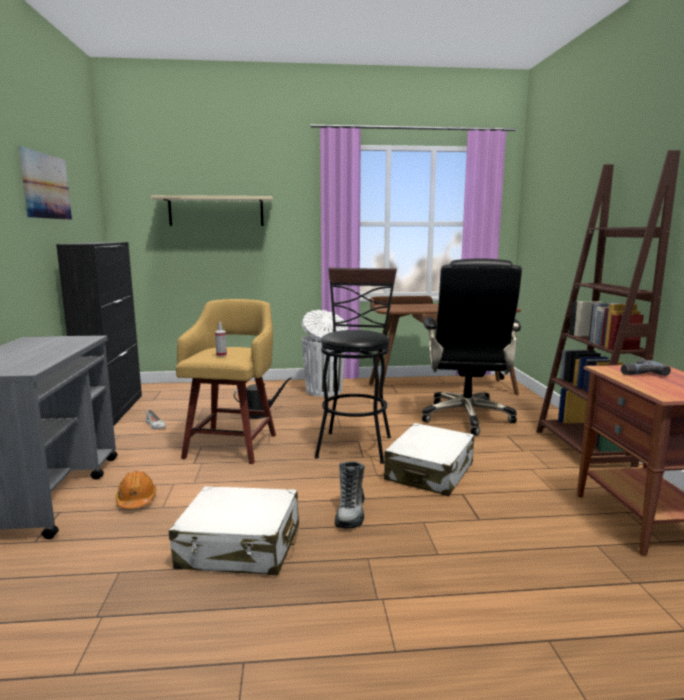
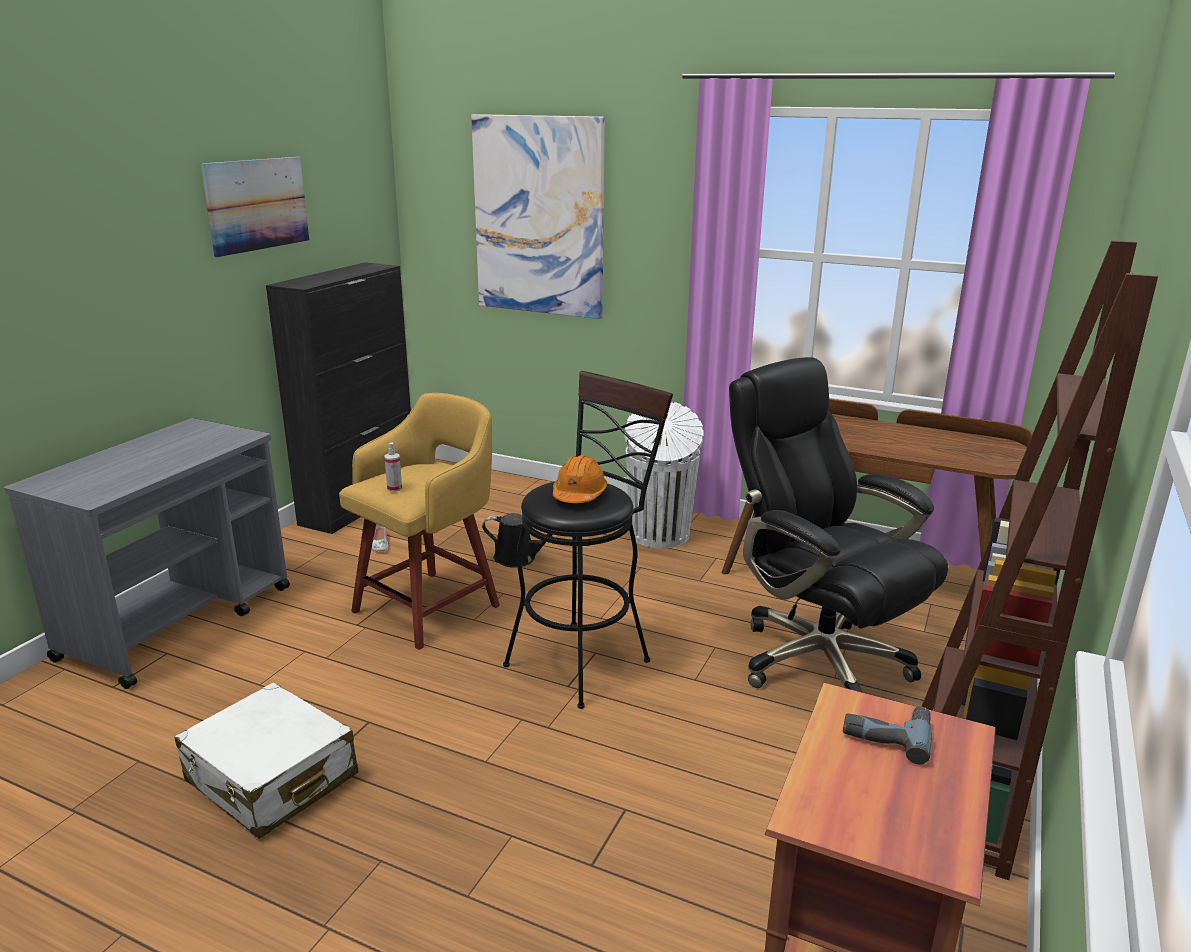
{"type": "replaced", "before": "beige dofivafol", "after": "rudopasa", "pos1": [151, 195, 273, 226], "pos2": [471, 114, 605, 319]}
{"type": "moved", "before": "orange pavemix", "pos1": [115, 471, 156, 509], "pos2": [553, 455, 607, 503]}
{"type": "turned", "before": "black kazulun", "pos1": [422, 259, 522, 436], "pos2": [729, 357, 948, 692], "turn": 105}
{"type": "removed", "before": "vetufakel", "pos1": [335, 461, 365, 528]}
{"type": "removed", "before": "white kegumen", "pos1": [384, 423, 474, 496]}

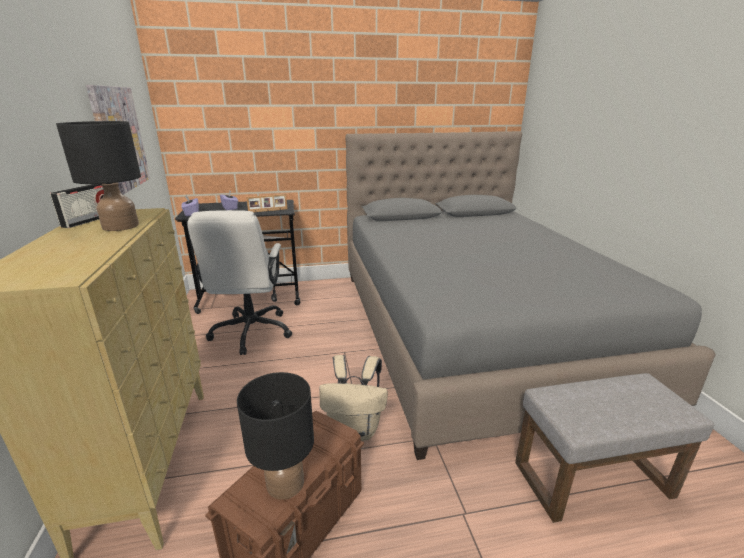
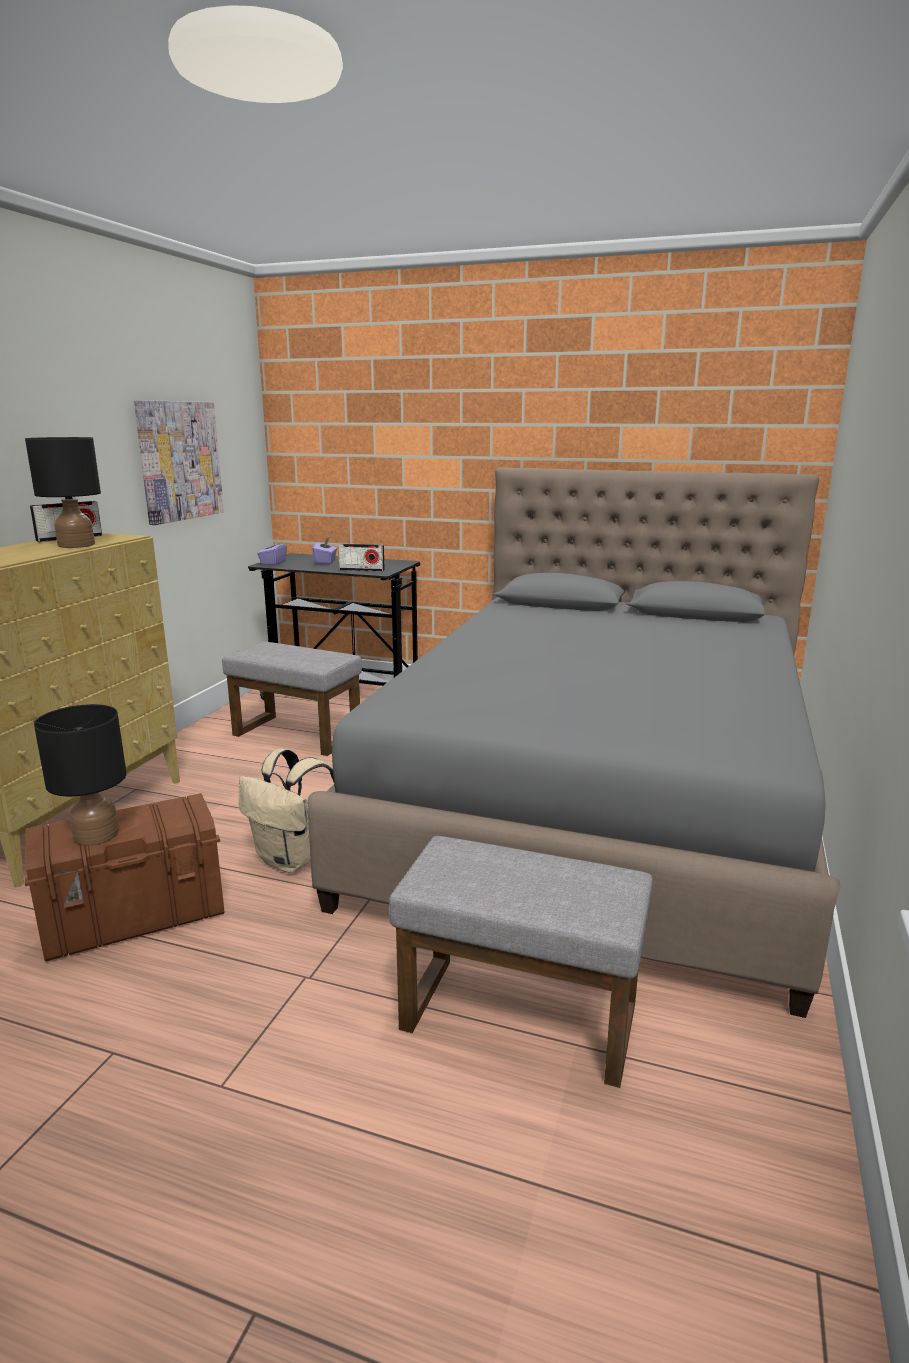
{"type": "replaced", "before": "white kazulun", "after": "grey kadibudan", "pos1": [187, 210, 292, 355], "pos2": [222, 642, 362, 756]}
{"type": "replaced", "before": "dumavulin", "after": "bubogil", "pos1": [246, 194, 287, 212], "pos2": [338, 544, 385, 572]}

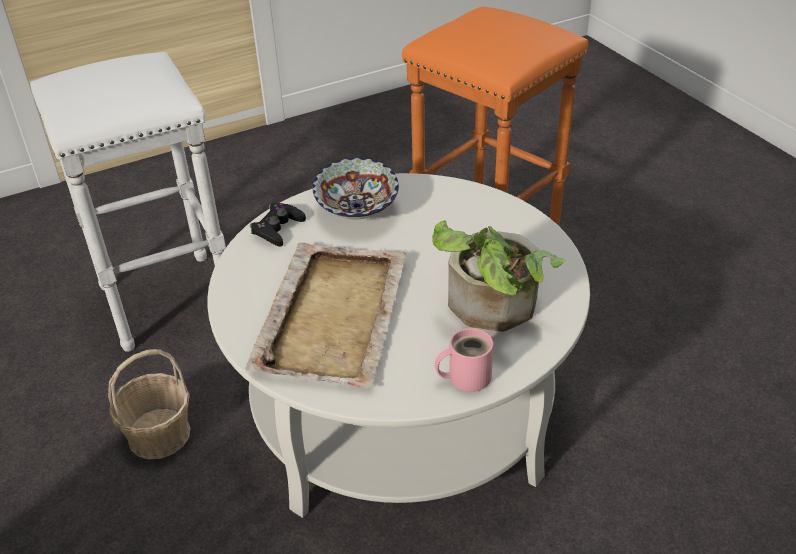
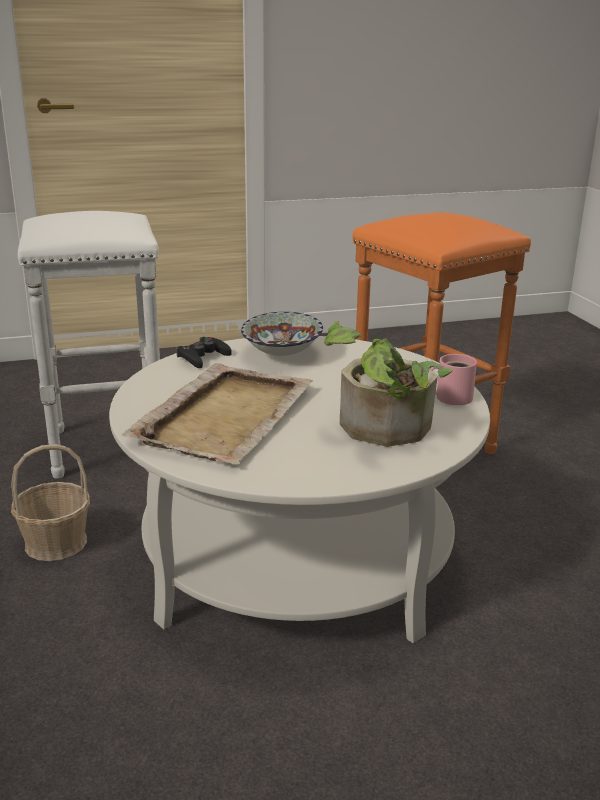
{"type": "moved", "before": "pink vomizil", "pos1": [435, 328, 493, 392], "pos2": [430, 354, 477, 405]}

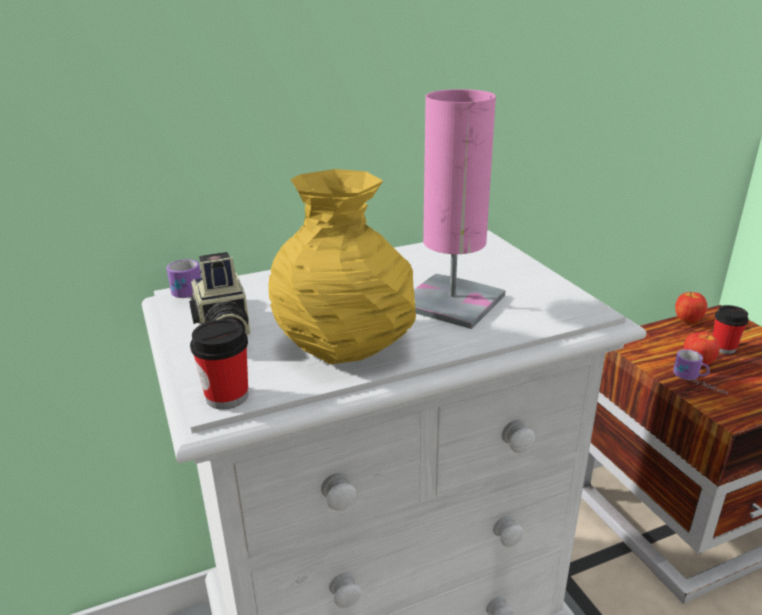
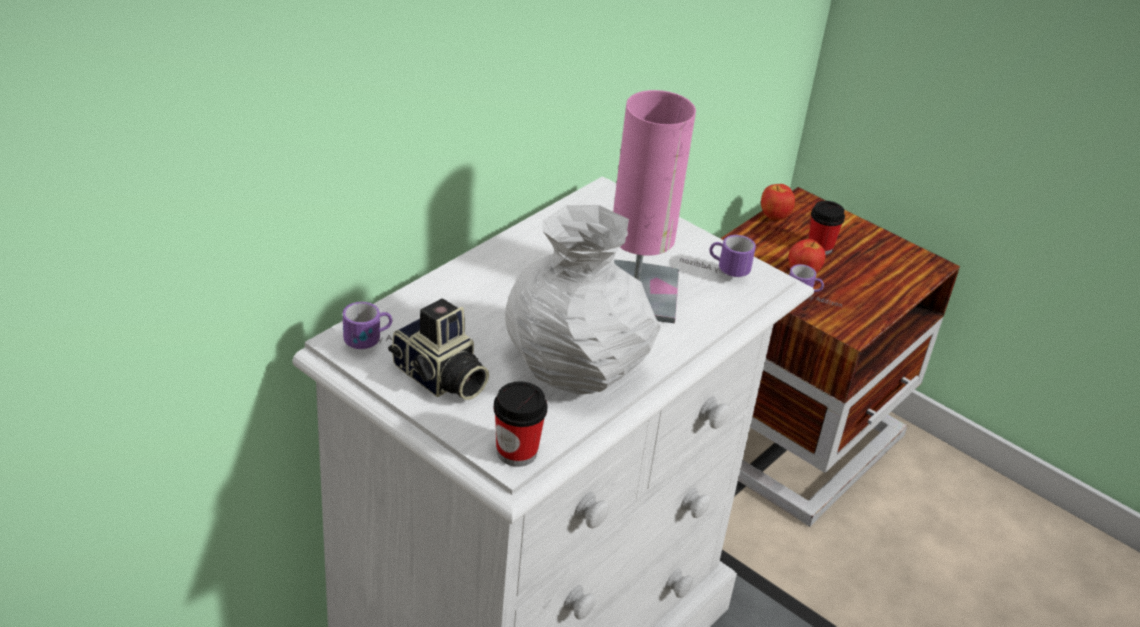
{"type": "recoloured", "before": "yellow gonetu", "after": "white gonetu", "pos1": [268, 169, 416, 364], "pos2": [505, 205, 660, 394]}
{"type": "added", "after": "vomizil", "pos2": [680, 235, 756, 277]}

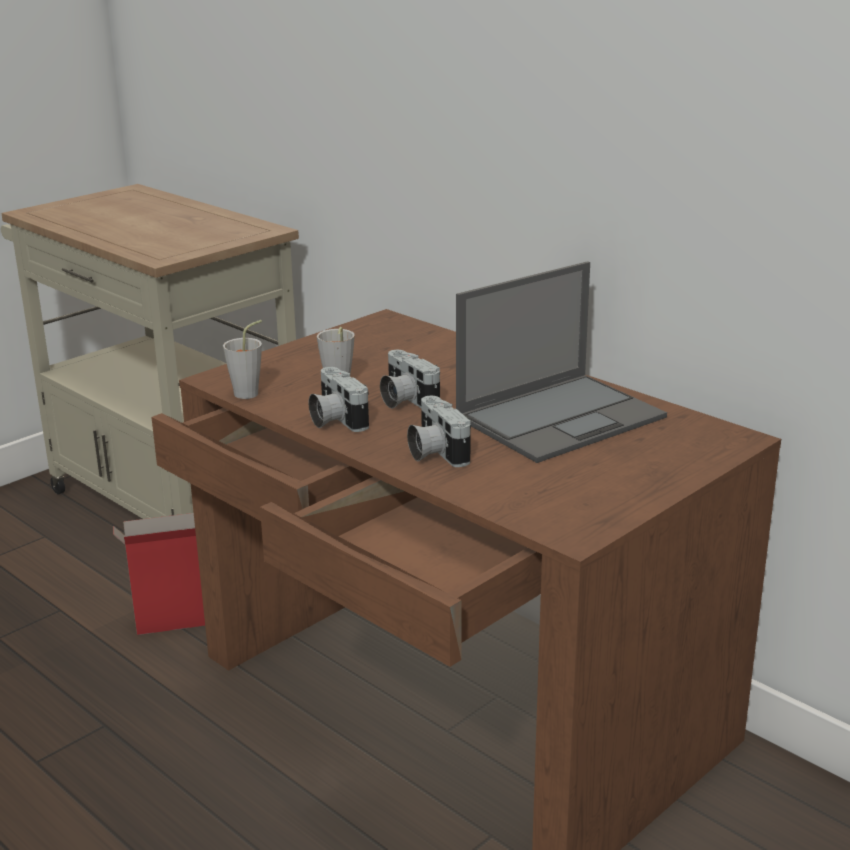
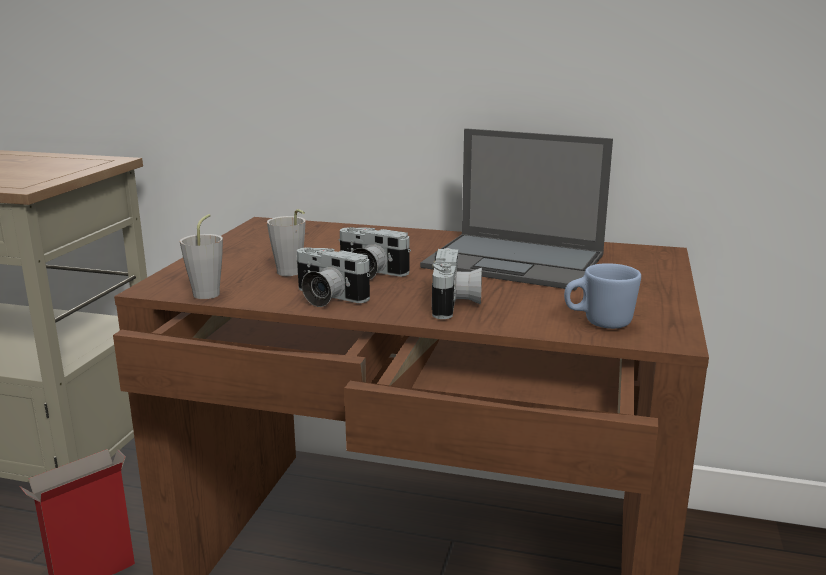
{"type": "turned", "before": "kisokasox", "pos1": [456, 261, 667, 463], "pos2": [420, 128, 613, 290], "turn": 90}
{"type": "turned", "before": "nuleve", "pos1": [407, 396, 471, 467], "pos2": [432, 248, 482, 319], "turn": -120}
{"type": "added", "after": "blue vomizil", "pos2": [564, 263, 641, 329]}

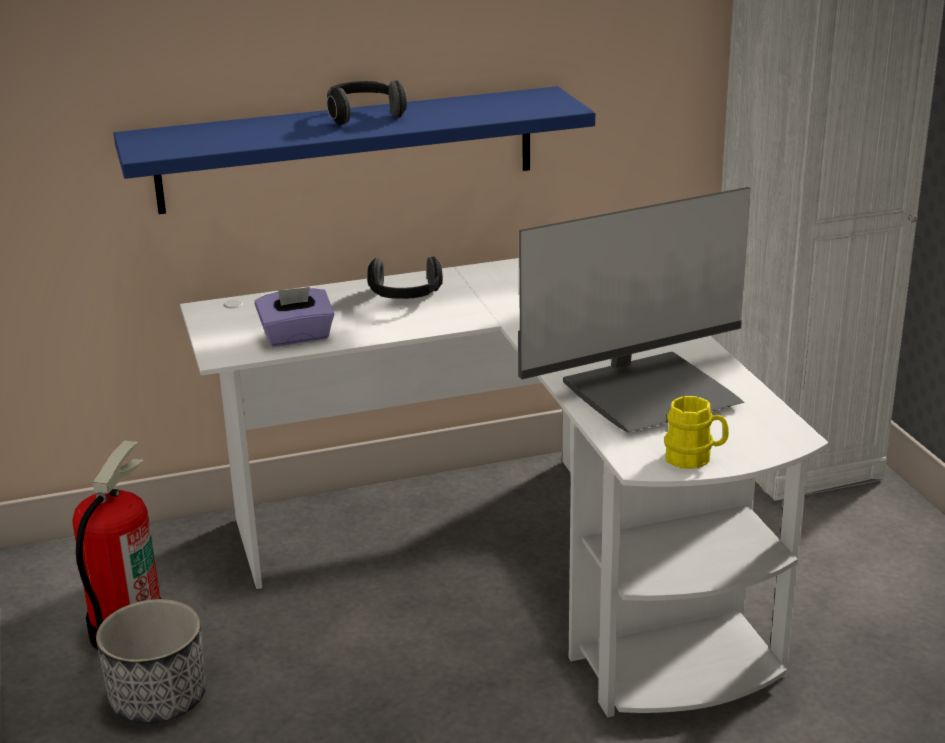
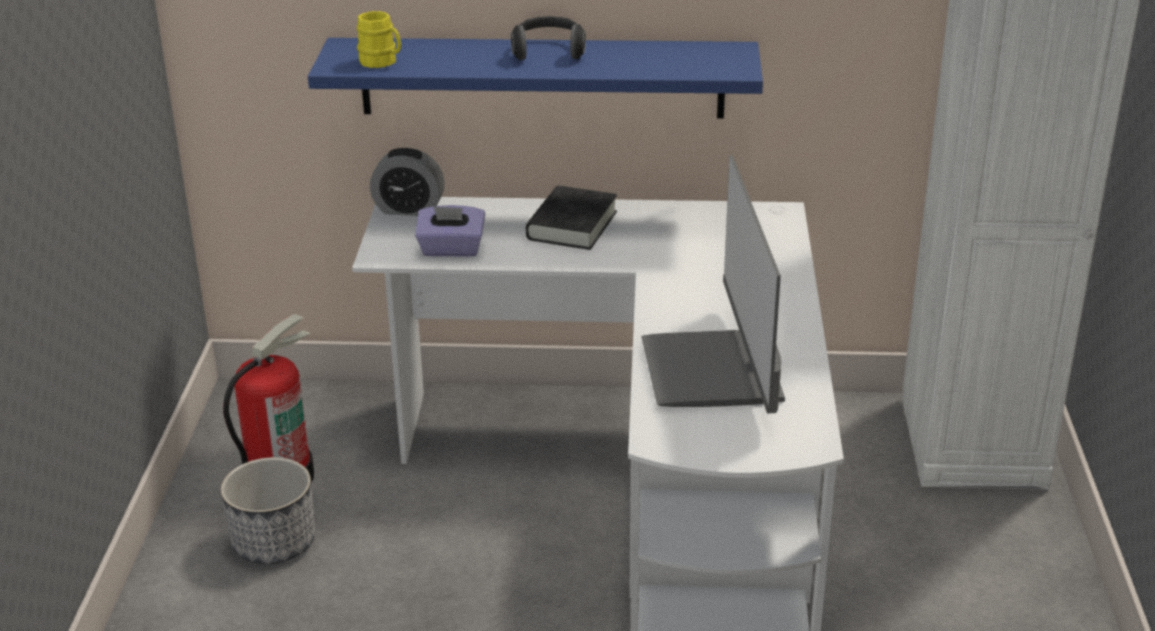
{"type": "moved", "before": "yellow vomizil", "pos1": [664, 396, 729, 469], "pos2": [357, 11, 401, 68]}
{"type": "added", "after": "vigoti", "pos2": [370, 148, 445, 216]}
{"type": "replaced", "before": "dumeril", "after": "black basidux", "pos1": [367, 256, 443, 299], "pos2": [526, 186, 617, 250]}
{"type": "turned", "before": "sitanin", "pos1": [518, 187, 750, 432], "pos2": [641, 155, 785, 414], "turn": 90}

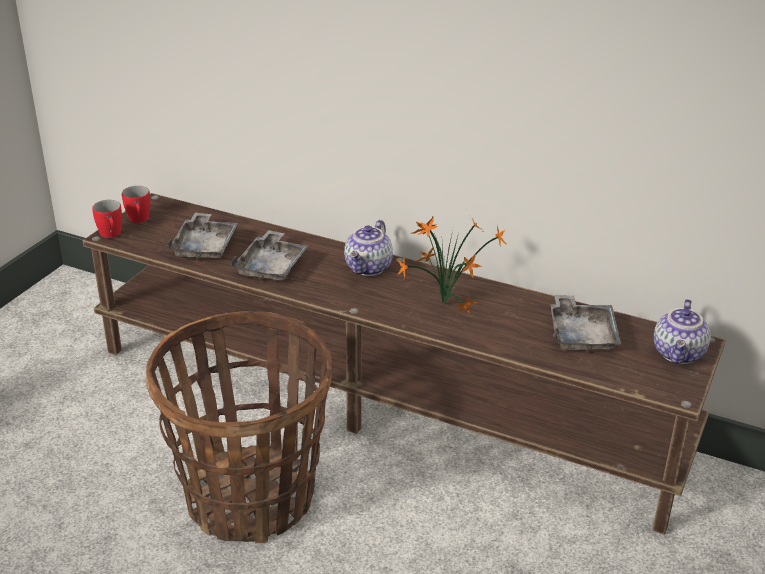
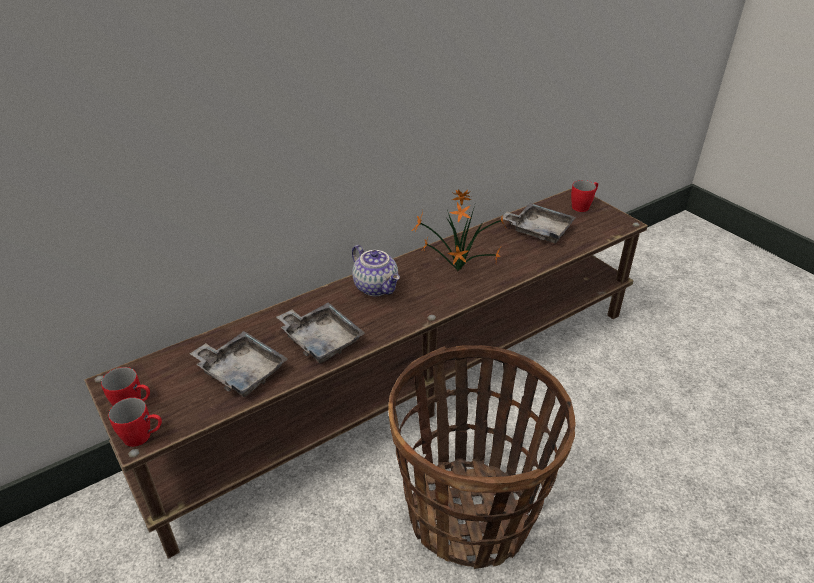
{"type": "replaced", "before": "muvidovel", "after": "red vomizil", "pos1": [654, 299, 711, 364], "pos2": [571, 180, 598, 212]}

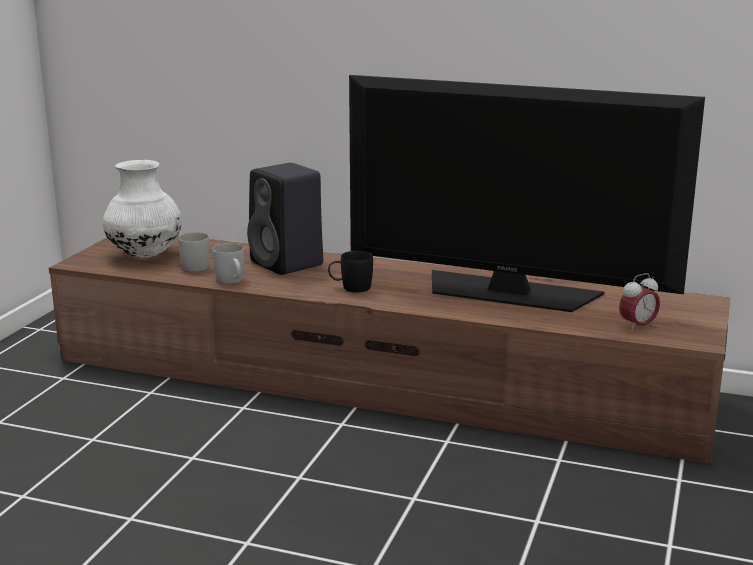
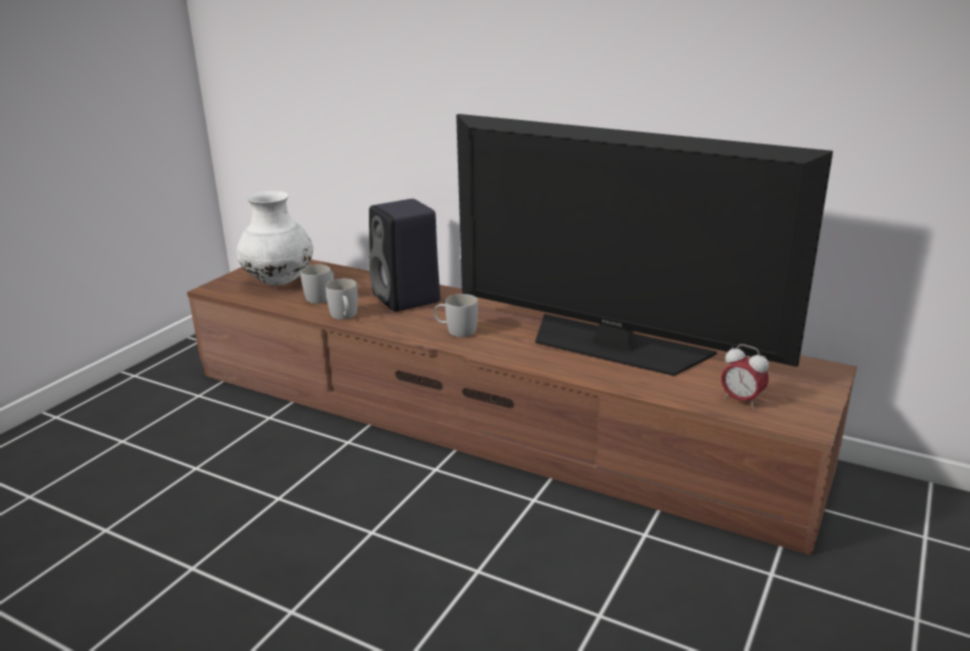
{"type": "recoloured", "before": "black vomizil", "after": "white vomizil", "pos1": [328, 251, 373, 293], "pos2": [434, 294, 478, 337]}
{"type": "turned", "before": "vigoti", "pos1": [619, 273, 660, 332], "pos2": [721, 344, 769, 409], "turn": 60}

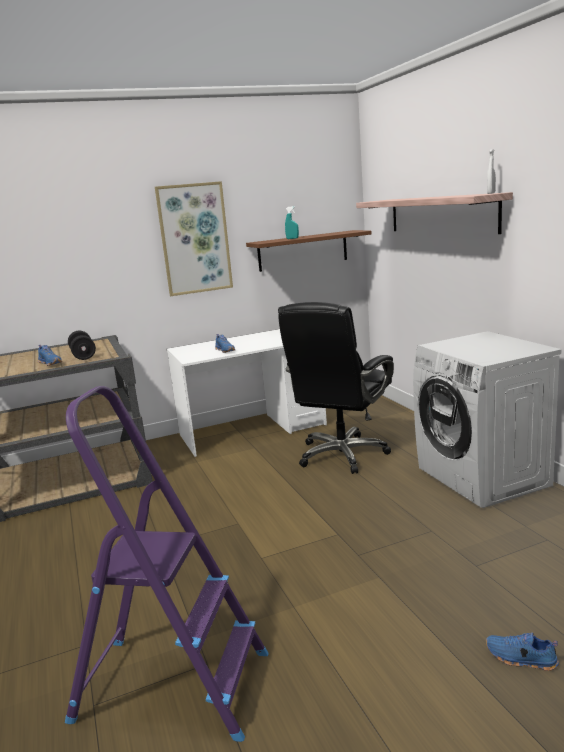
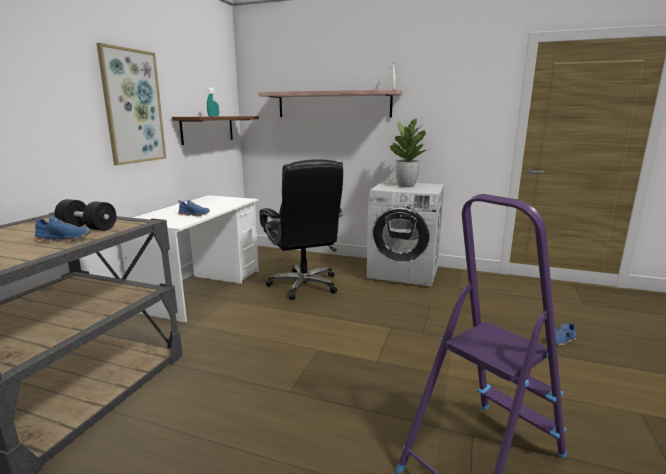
{"type": "added", "after": "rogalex", "pos2": [388, 118, 429, 187]}

